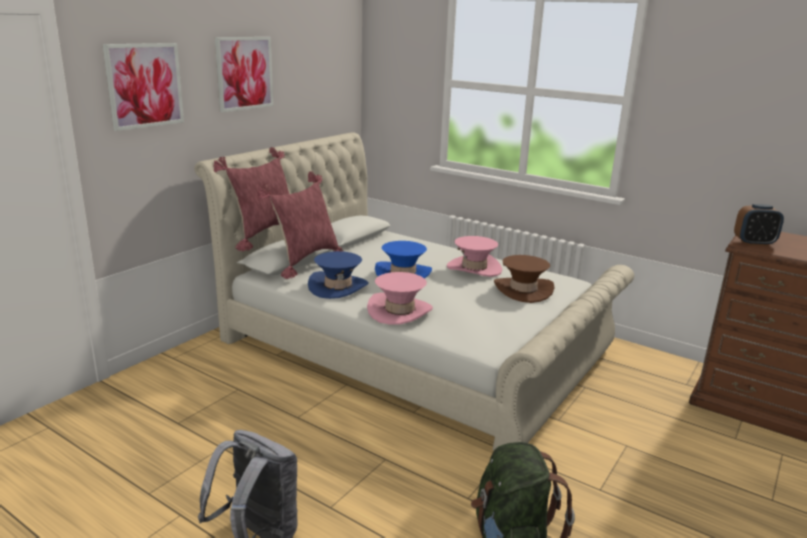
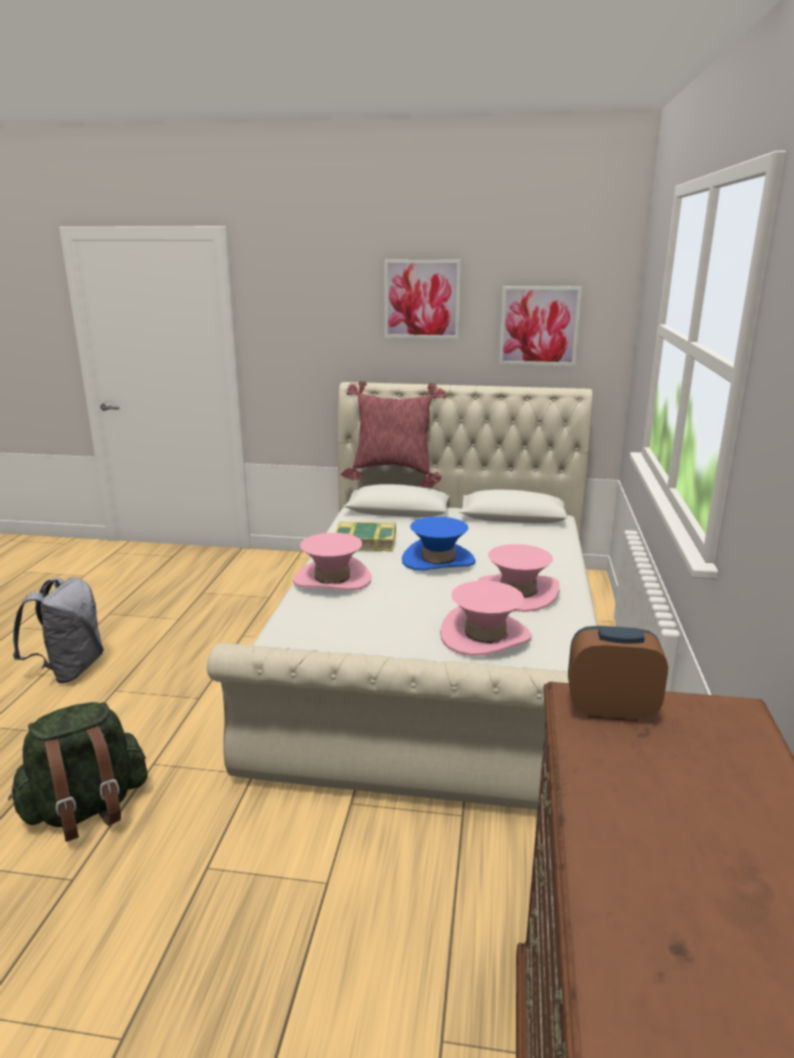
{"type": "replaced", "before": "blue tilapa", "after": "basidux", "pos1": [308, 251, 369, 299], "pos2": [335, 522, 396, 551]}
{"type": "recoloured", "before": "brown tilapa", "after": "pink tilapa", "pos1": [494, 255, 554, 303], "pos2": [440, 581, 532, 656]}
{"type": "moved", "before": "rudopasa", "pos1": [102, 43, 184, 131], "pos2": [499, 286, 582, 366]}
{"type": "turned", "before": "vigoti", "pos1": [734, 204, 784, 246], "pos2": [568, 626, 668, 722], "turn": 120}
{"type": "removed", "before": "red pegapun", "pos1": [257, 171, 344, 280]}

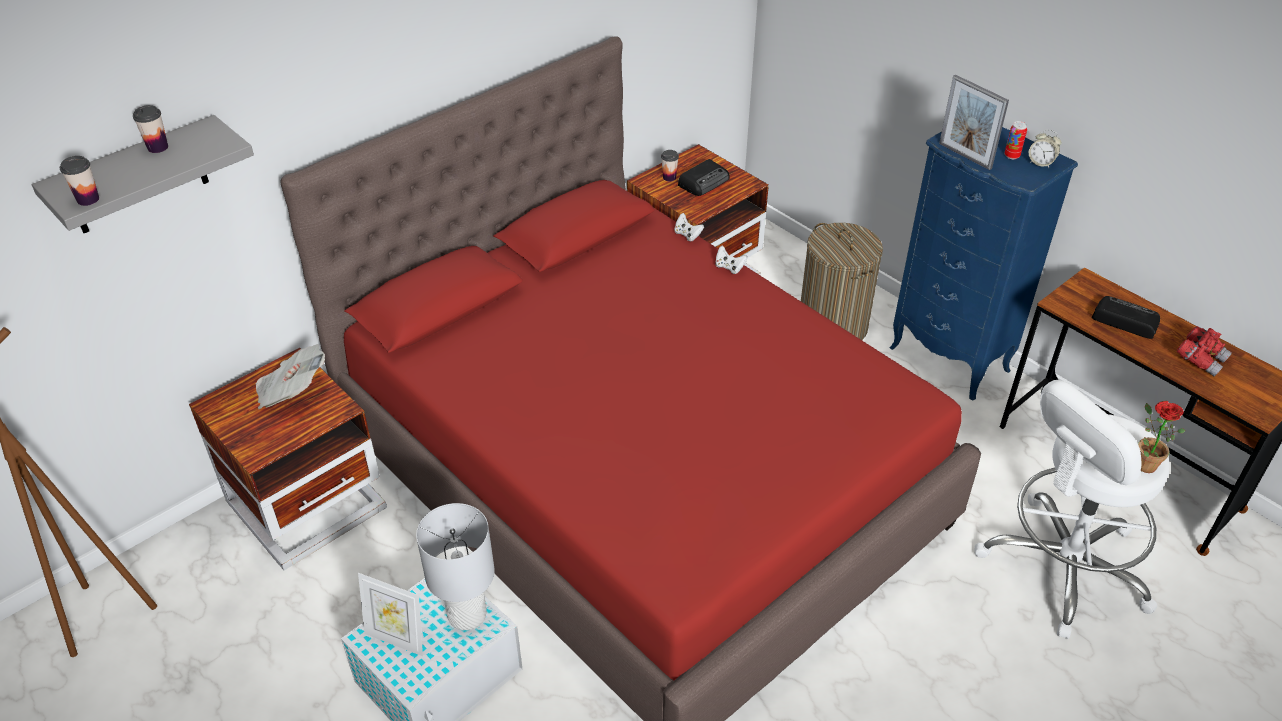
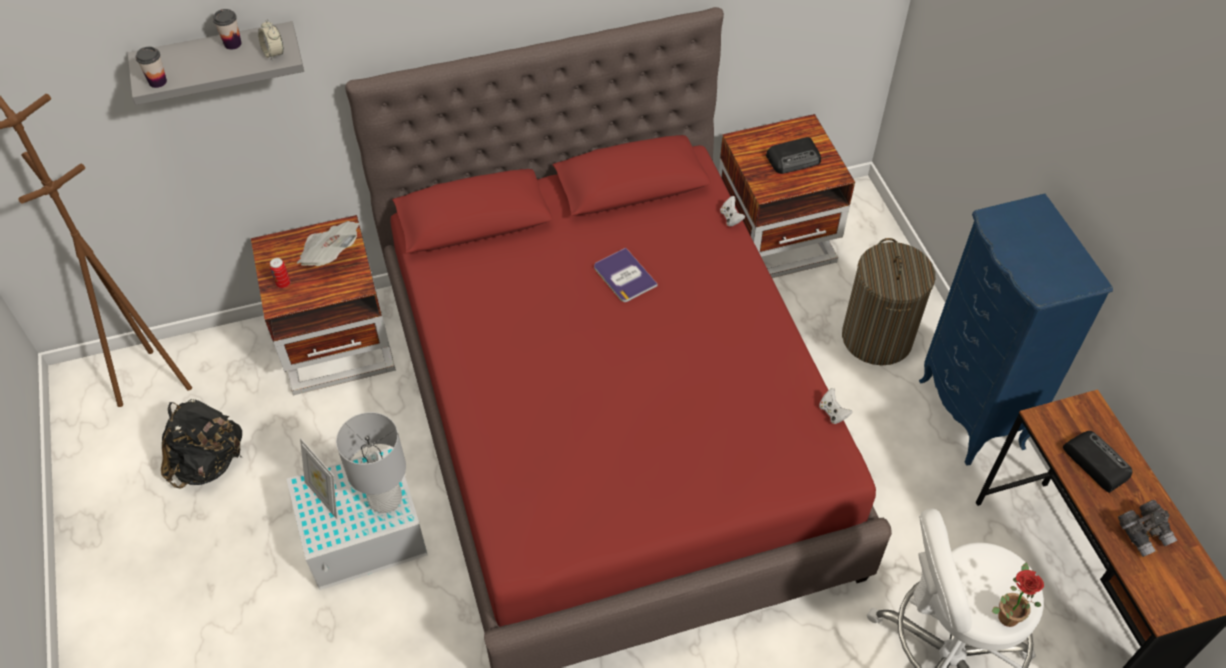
{"type": "added", "after": "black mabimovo", "pos2": [161, 399, 243, 488]}
{"type": "moved", "before": "vigoti", "pos1": [1029, 130, 1062, 168], "pos2": [258, 19, 283, 61]}
{"type": "moved", "before": "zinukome", "pos1": [1005, 121, 1027, 159], "pos2": [270, 258, 290, 288]}
{"type": "added", "after": "basidux", "pos2": [594, 248, 658, 302]}
{"type": "moved", "before": "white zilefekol", "pos1": [715, 246, 748, 274], "pos2": [819, 388, 852, 424]}
{"type": "recoloured", "before": "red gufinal", "after": "grey gufinal", "pos1": [1177, 326, 1232, 376], "pos2": [1118, 500, 1177, 557]}
{"type": "removed", "before": "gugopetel", "pos1": [661, 150, 679, 182]}
{"type": "removed", "before": "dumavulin", "pos1": [939, 75, 1009, 170]}

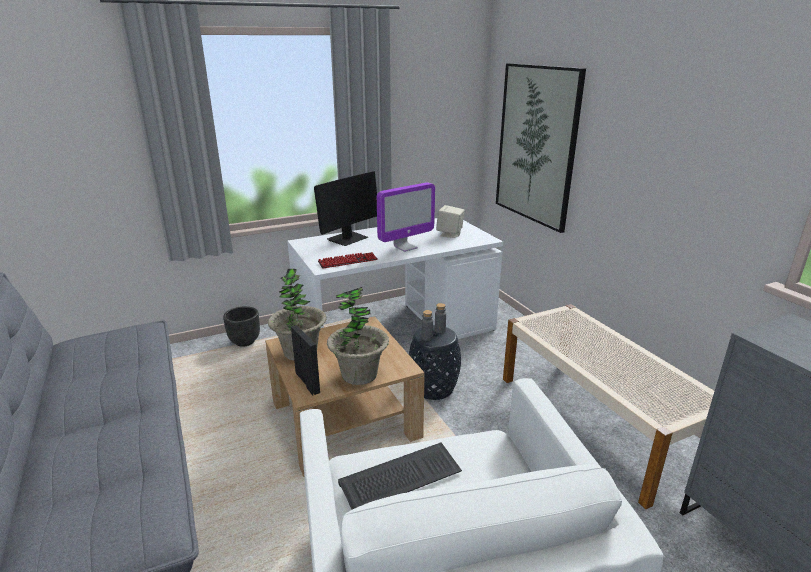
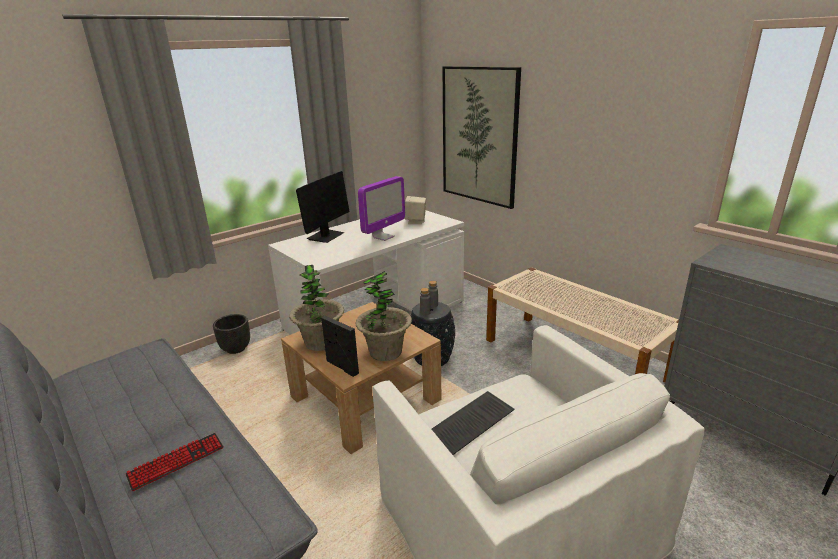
{"type": "moved", "before": "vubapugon", "pos1": [318, 252, 378, 269], "pos2": [126, 433, 224, 491]}

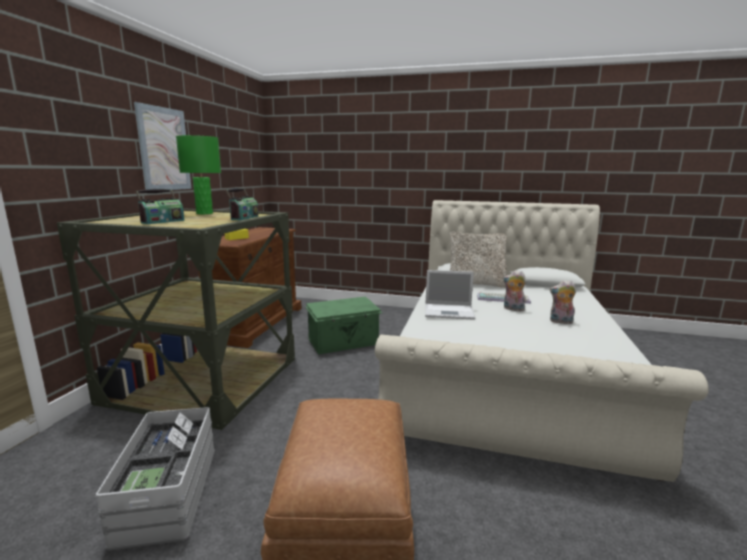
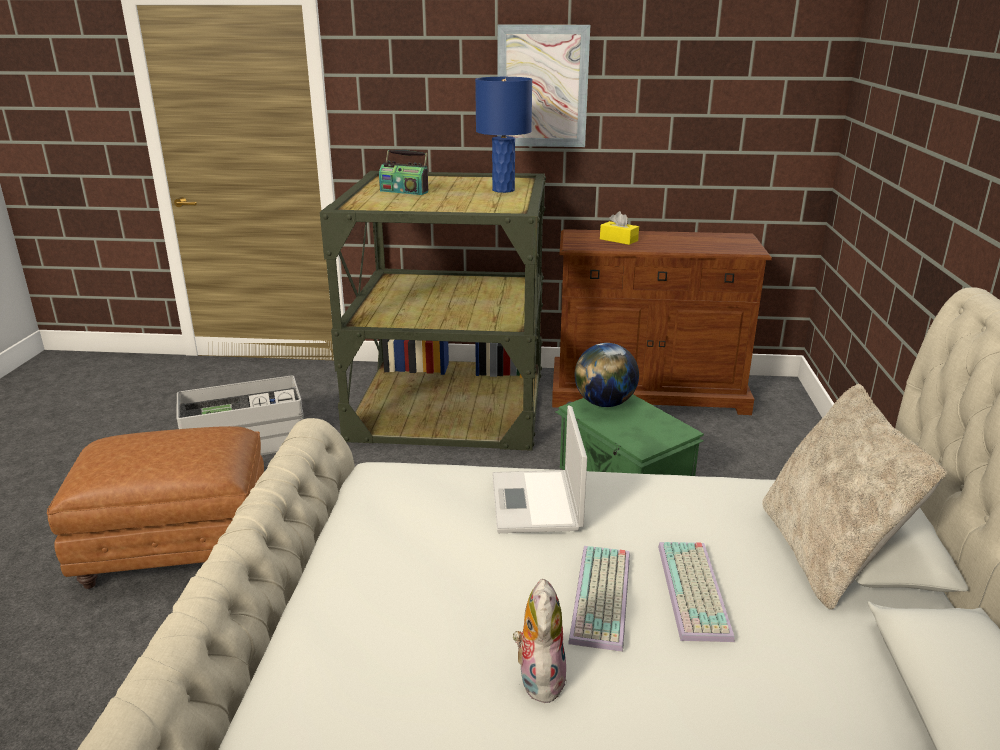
{"type": "recoloured", "before": "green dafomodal", "after": "blue dafomodal", "pos1": [176, 135, 221, 214], "pos2": [475, 77, 532, 193]}
{"type": "replaced", "before": "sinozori", "after": "vubapugon", "pos1": [503, 271, 526, 311], "pos2": [568, 546, 630, 652]}
{"type": "added", "after": "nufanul", "pos2": [575, 343, 639, 407]}
{"type": "removed", "before": "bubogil", "pos1": [226, 188, 258, 220]}

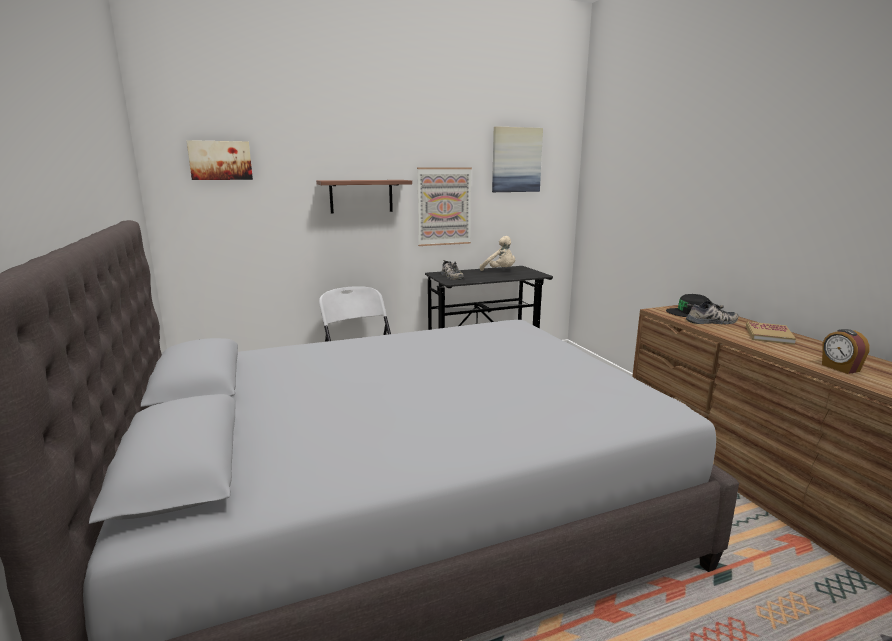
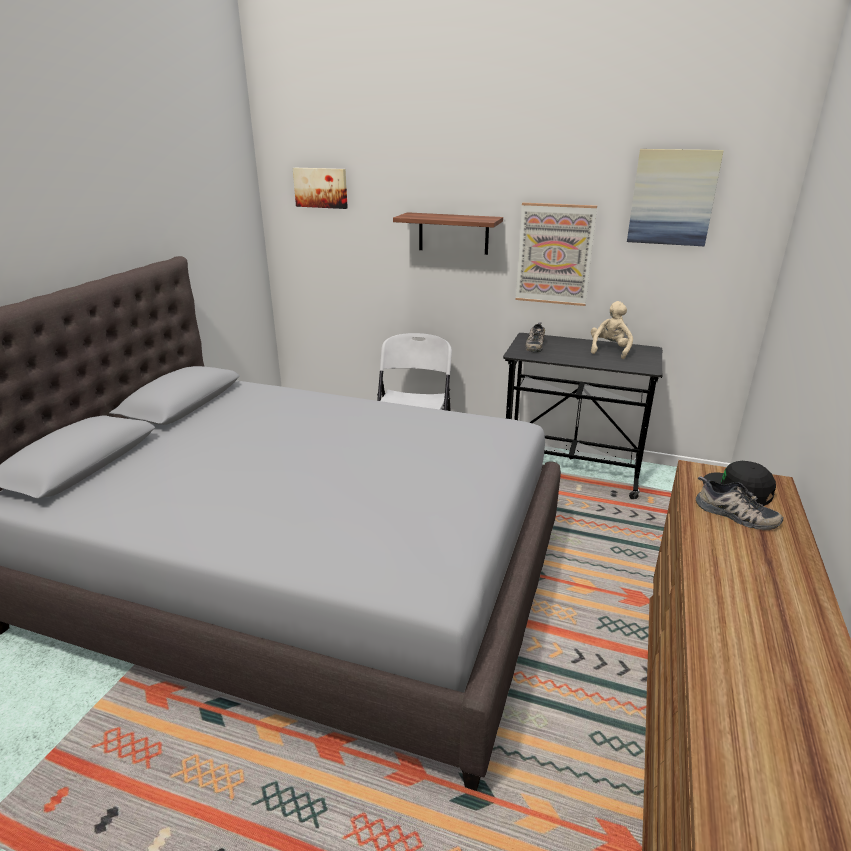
{"type": "turned", "before": "beige sinozori", "pos1": [480, 236, 515, 271], "pos2": [591, 301, 633, 359], "turn": -150}
{"type": "removed", "before": "basidux", "pos1": [746, 322, 796, 345]}
{"type": "removed", "before": "vigoti", "pos1": [822, 329, 870, 374]}

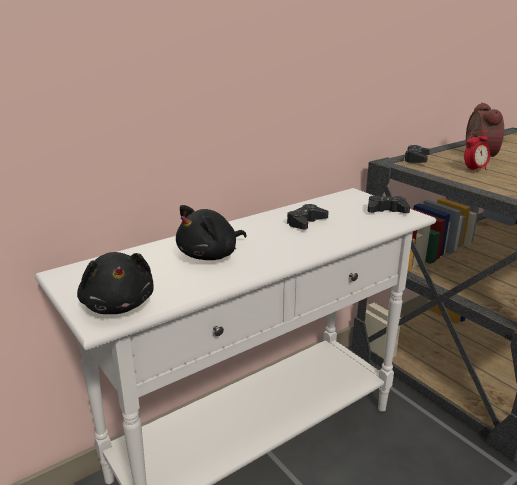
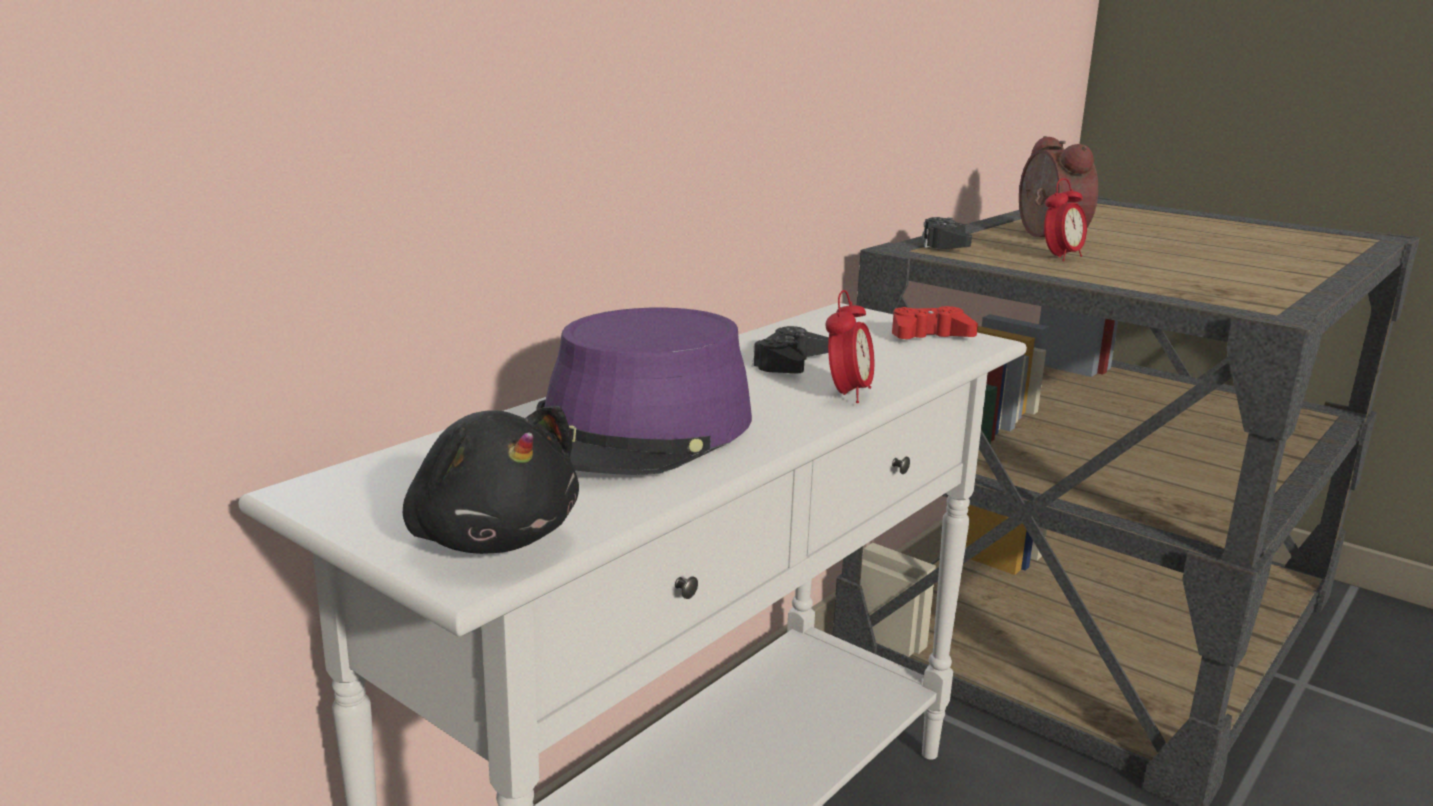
{"type": "replaced", "before": "black sinozori", "after": "purple tilapa", "pos1": [176, 205, 247, 260], "pos2": [536, 308, 752, 475]}
{"type": "added", "after": "vigoti", "pos2": [825, 290, 874, 403]}
{"type": "recoloured", "before": "black zilefekol", "after": "red zilefekol", "pos1": [368, 196, 410, 213], "pos2": [892, 306, 978, 339]}

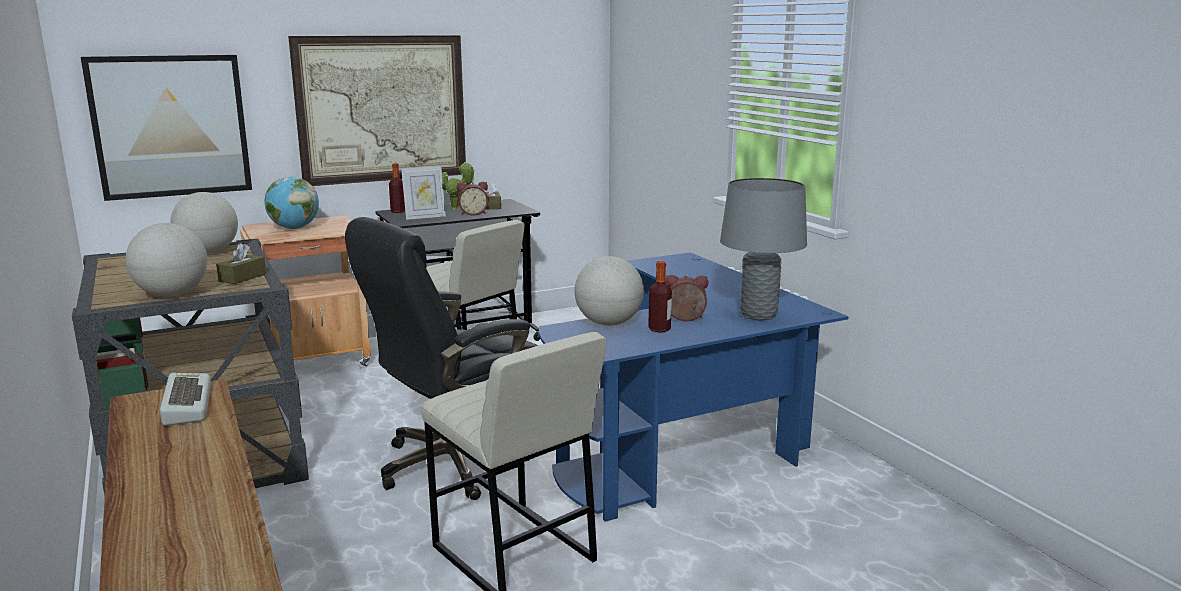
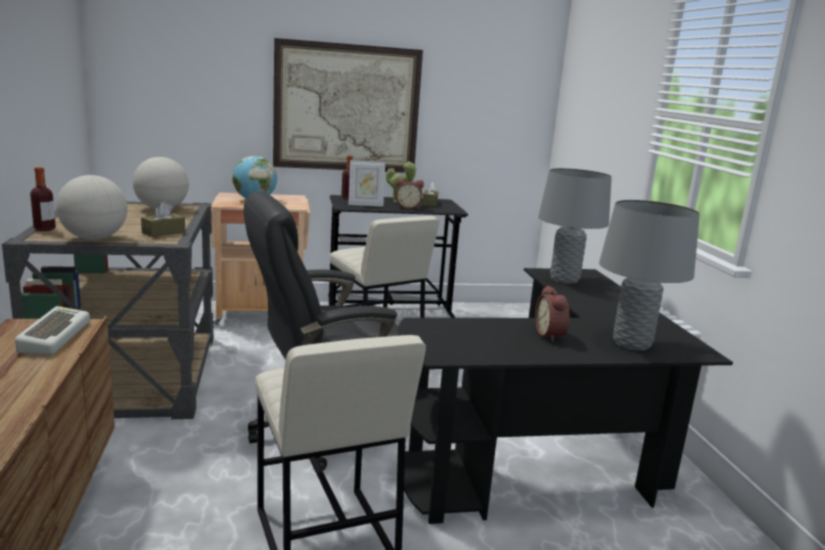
{"type": "moved", "before": "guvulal", "pos1": [648, 261, 672, 333], "pos2": [30, 167, 56, 231]}
{"type": "recoloured", "before": "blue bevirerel", "after": "black bevirerel", "pos1": [539, 253, 849, 522], "pos2": [397, 268, 733, 524]}
{"type": "turned", "before": "vigoti", "pos1": [666, 275, 708, 321], "pos2": [535, 285, 570, 342], "turn": -120}
{"type": "added", "after": "grey dafomodal", "pos2": [538, 168, 612, 284]}
{"type": "removed", "before": "rudopasa", "pos1": [81, 55, 252, 201]}
{"type": "removed", "before": "nufanul", "pos1": [574, 256, 644, 326]}

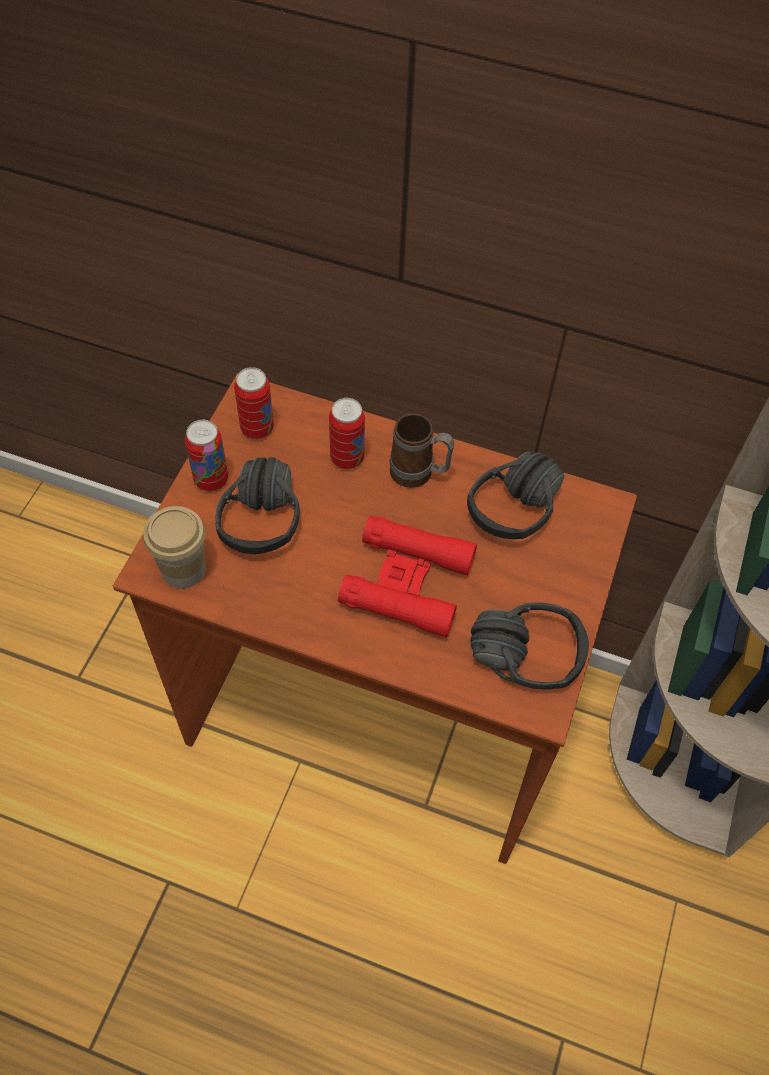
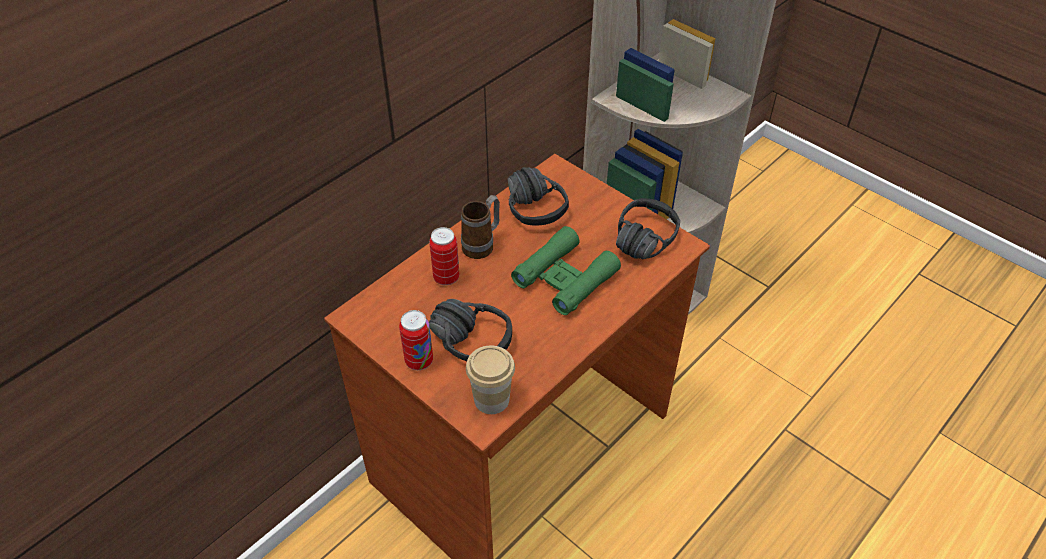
{"type": "recoloured", "before": "red gufinal", "after": "green gufinal", "pos1": [338, 516, 477, 638], "pos2": [511, 226, 621, 315]}
{"type": "removed", "before": "zinukome", "pos1": [234, 367, 274, 439]}

